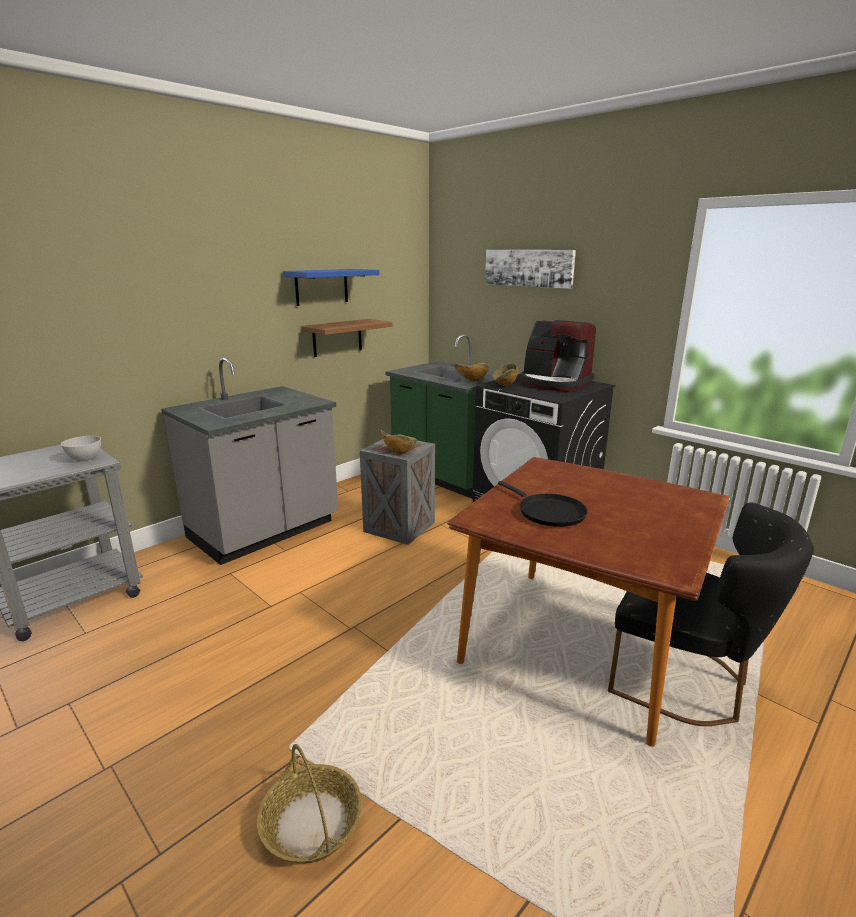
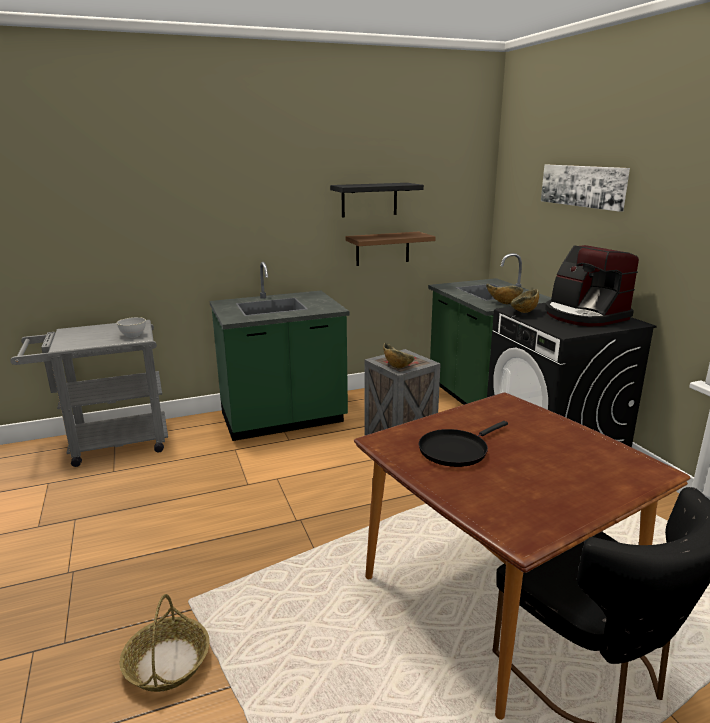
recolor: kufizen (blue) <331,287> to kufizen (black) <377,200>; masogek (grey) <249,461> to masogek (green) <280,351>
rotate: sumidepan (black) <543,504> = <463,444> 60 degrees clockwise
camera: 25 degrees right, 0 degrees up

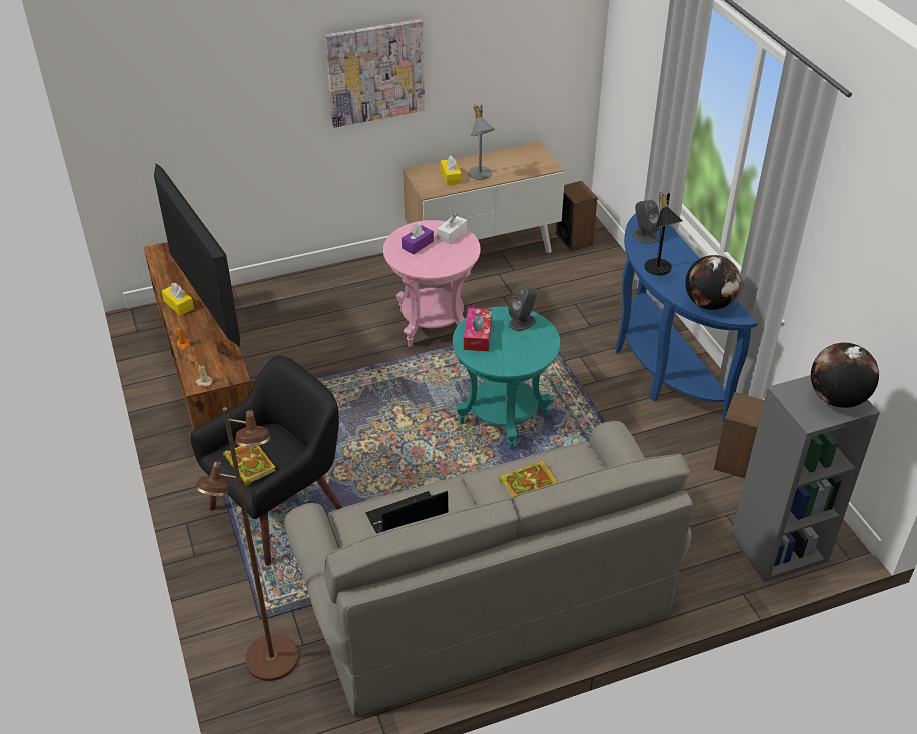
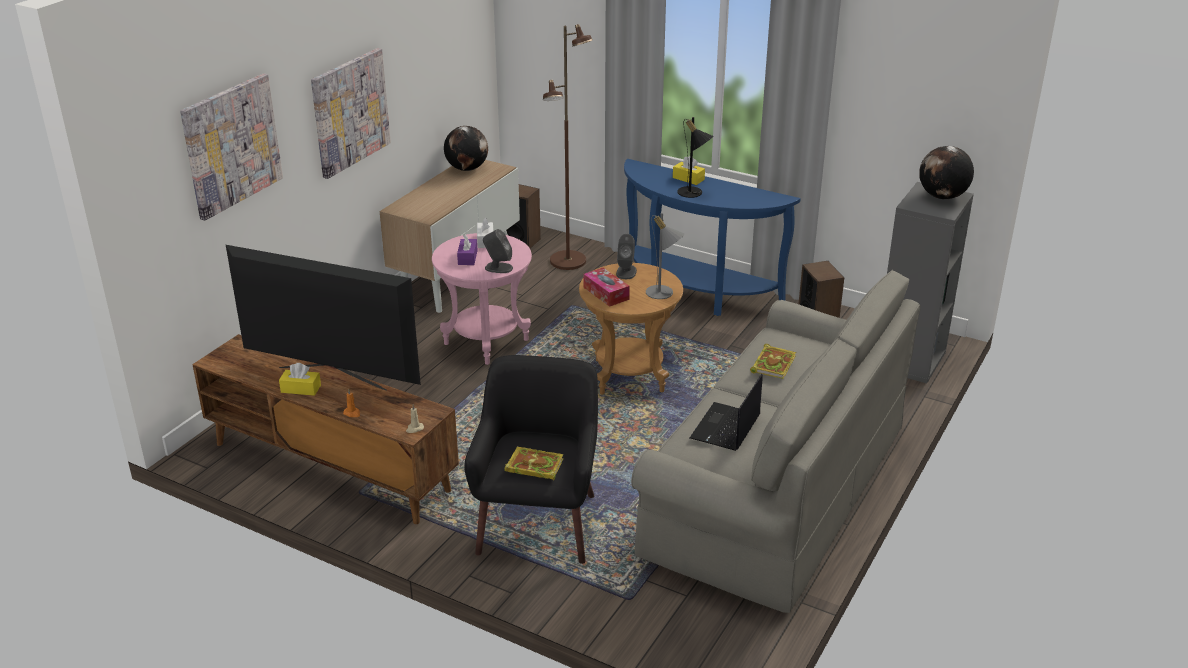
insert: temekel <231,146>
move: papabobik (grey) <482,142> to <665,256>; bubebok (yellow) <451,171> to <689,170>; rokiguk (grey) <646,222> to <498,251>; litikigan <713,282> to <466,148>; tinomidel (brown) <247,544> to <568,147>
recolor: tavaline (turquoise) <506,378> to tavaline (brown) <631,328>
camera: 40 degrees left, 10 degrees down

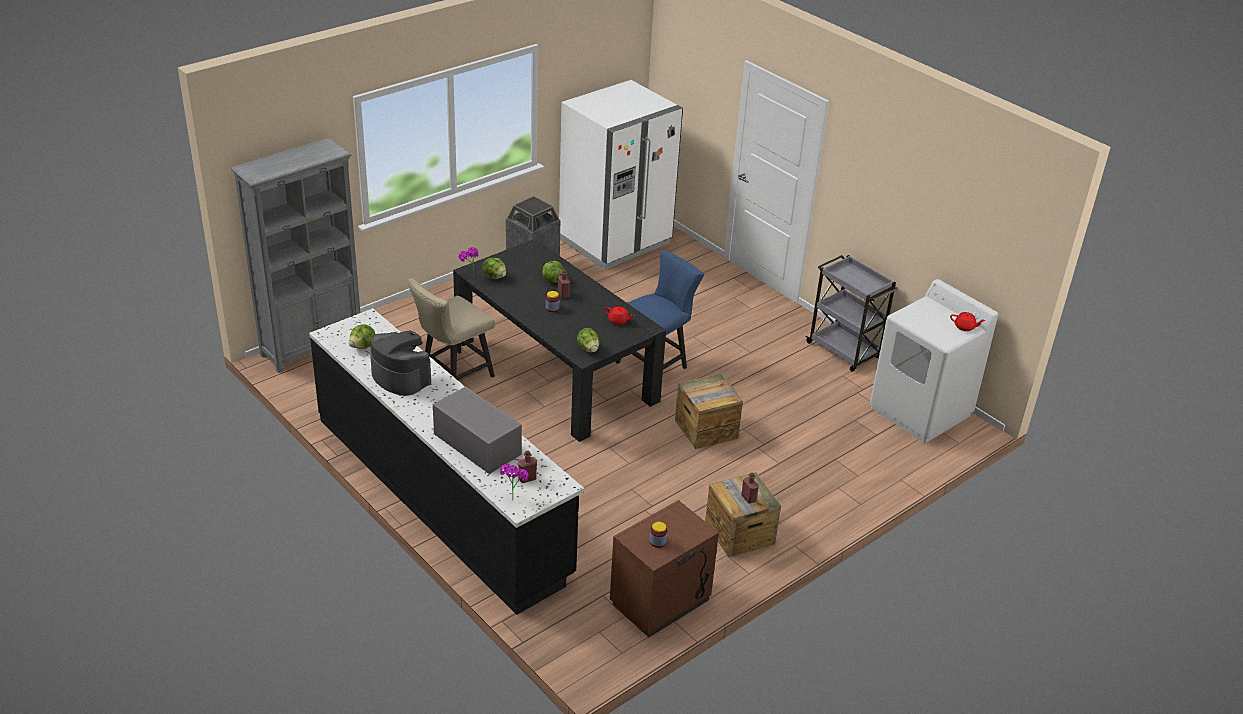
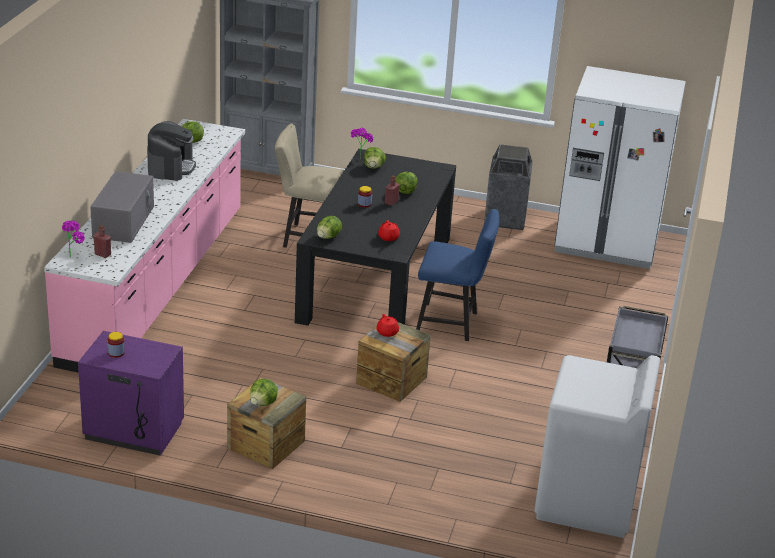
move: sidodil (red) <968,321> to <387,325>
replace: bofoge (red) <750,488> to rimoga <264,392>
recolor: masogek (black) <446,461> to masogek (pink) <144,246>; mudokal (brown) <664,568> to mudokal (purple) <131,393>
camera: 55 degrees right, 5 degrees down

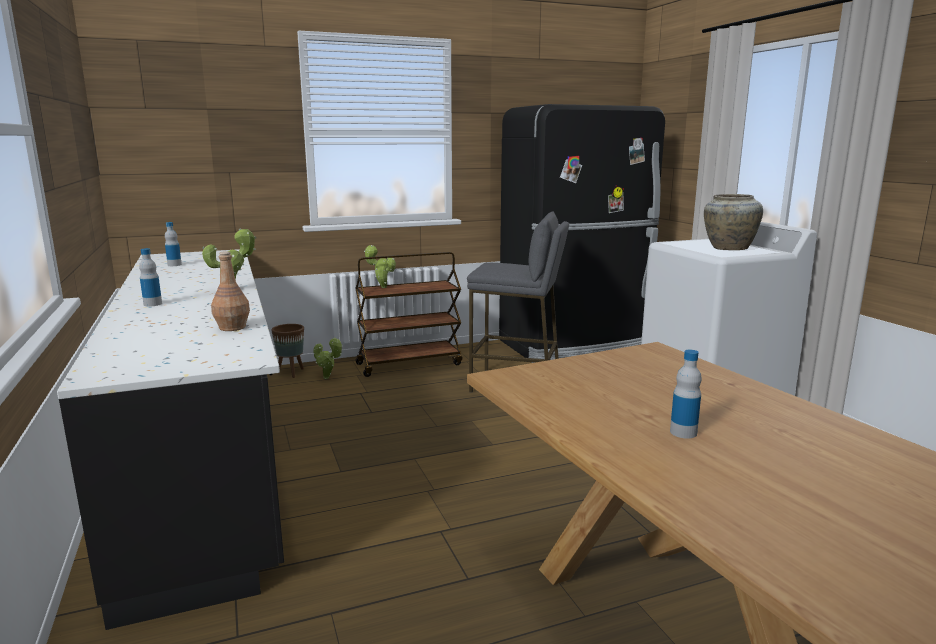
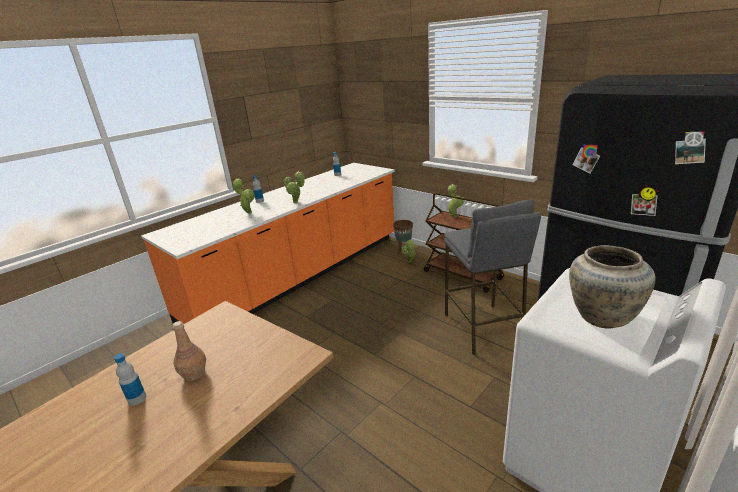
insert: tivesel <244,196>
move: bofoge (brown) <230,291> to <189,351>
recolor: masogek (black) <170,439> to masogek (orange) <268,243>
camera: 65 degrees right, 10 degrees up

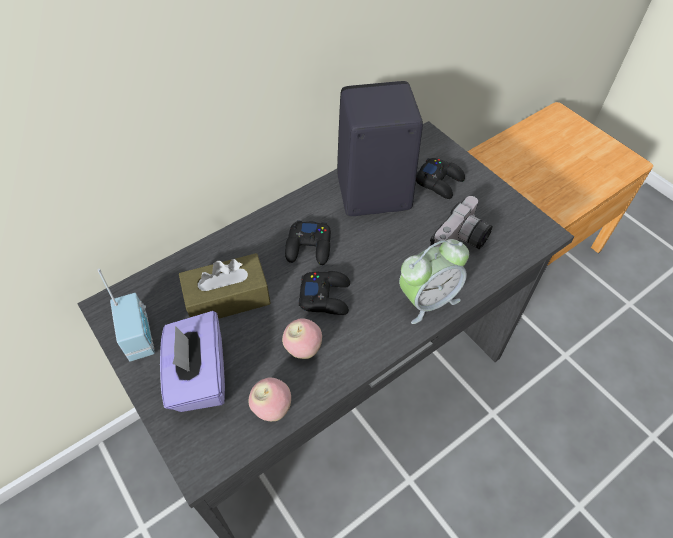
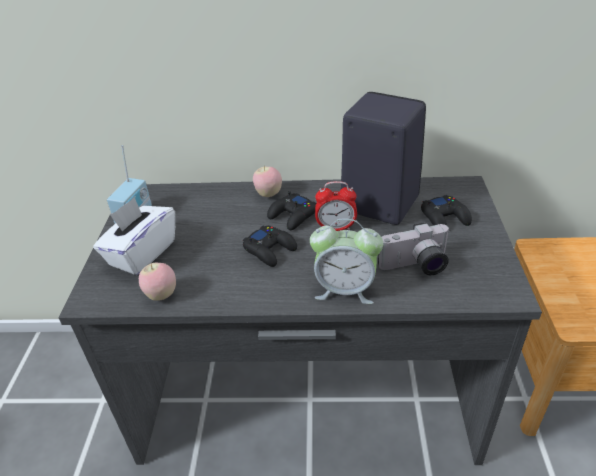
delete: bubebok (brown) <225,286>
insert: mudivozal <336,206>
move: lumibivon <302,338> to <267,181>
recolor: bubebok (purple) <192,361> to bubebok (white) <134,236>
camera: 40 degrees right, 15 degrees down

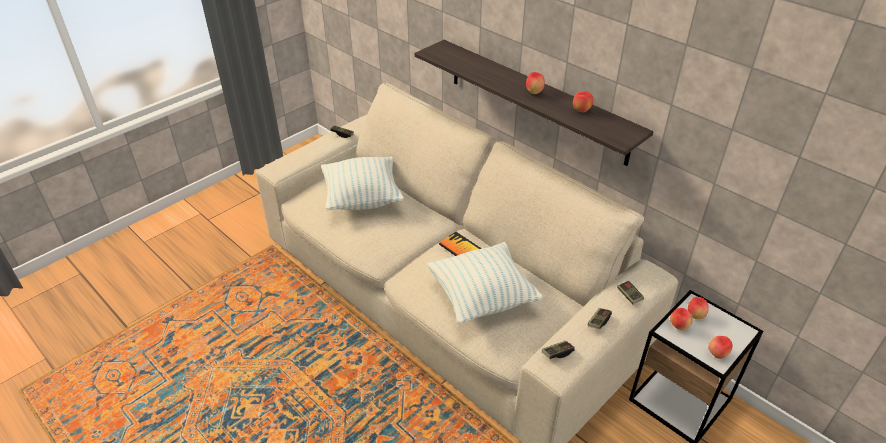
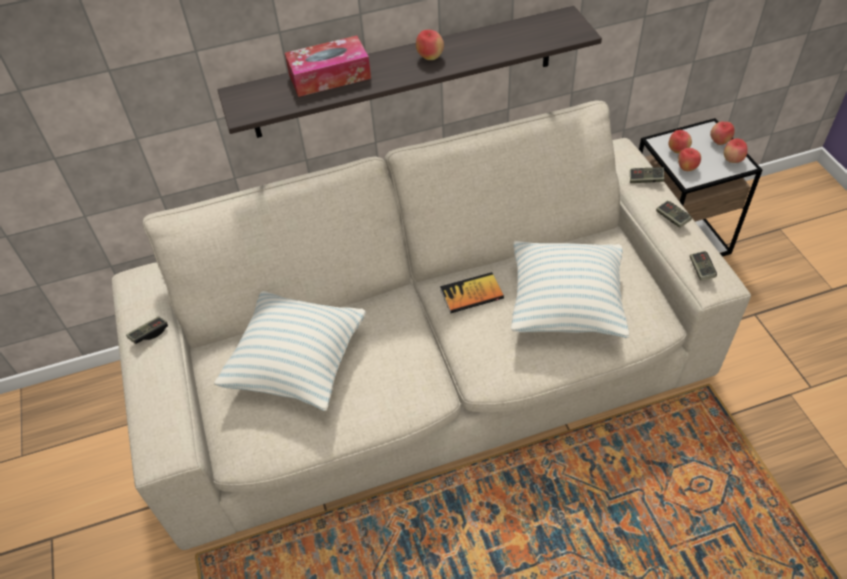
insert: bubebok <328,66>
move: lumibivon <583,101> to <722,133>
camera: 60 degrees left, 10 degrees up

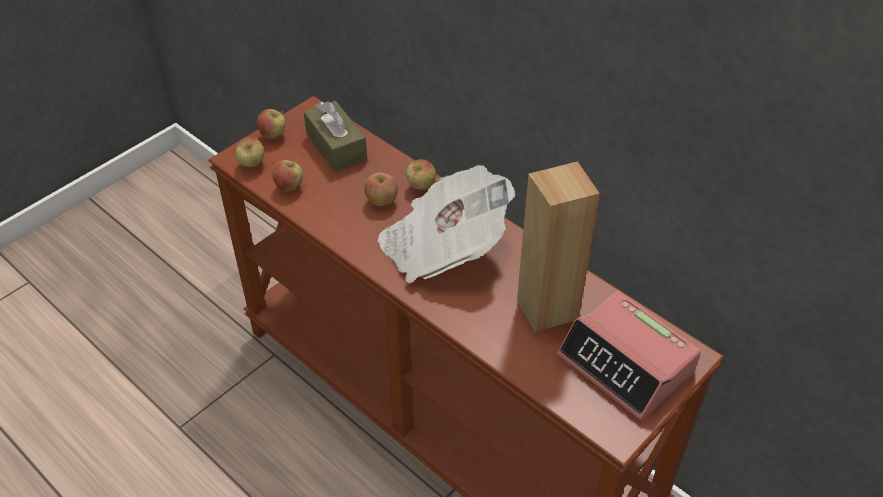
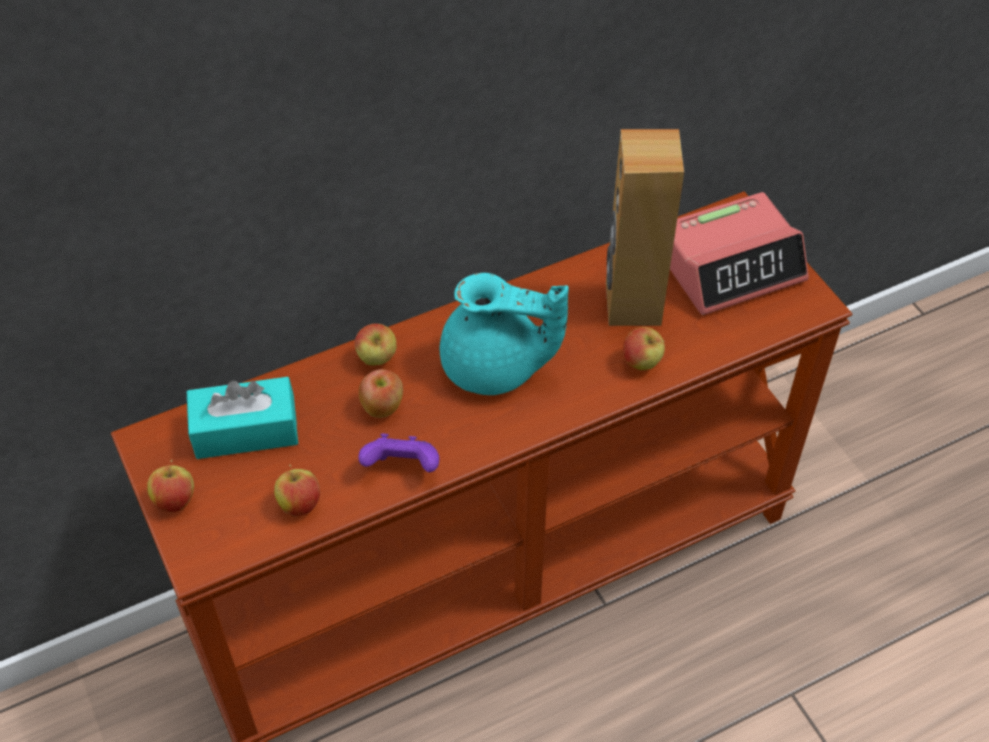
insert: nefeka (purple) <398,453>
move: lumibivon <249,152> to <644,348>
replace: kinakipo <446,224> to sidodil (turquoise) <504,334>
recolor: bubebok (brown) <335,136> to bubebok (turquoise) <242,418>
camera: 70 degrees left, 5 degrees up

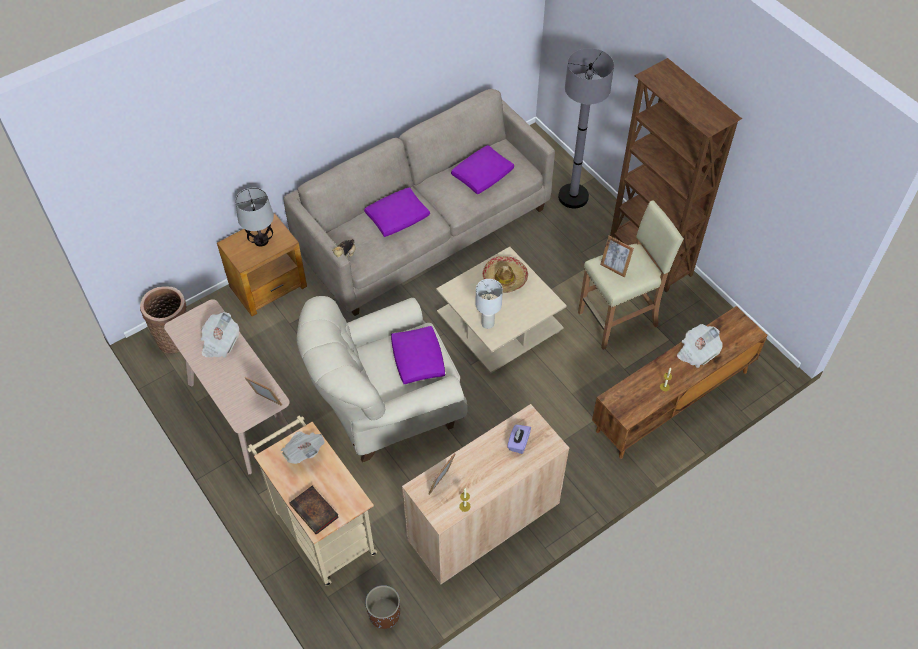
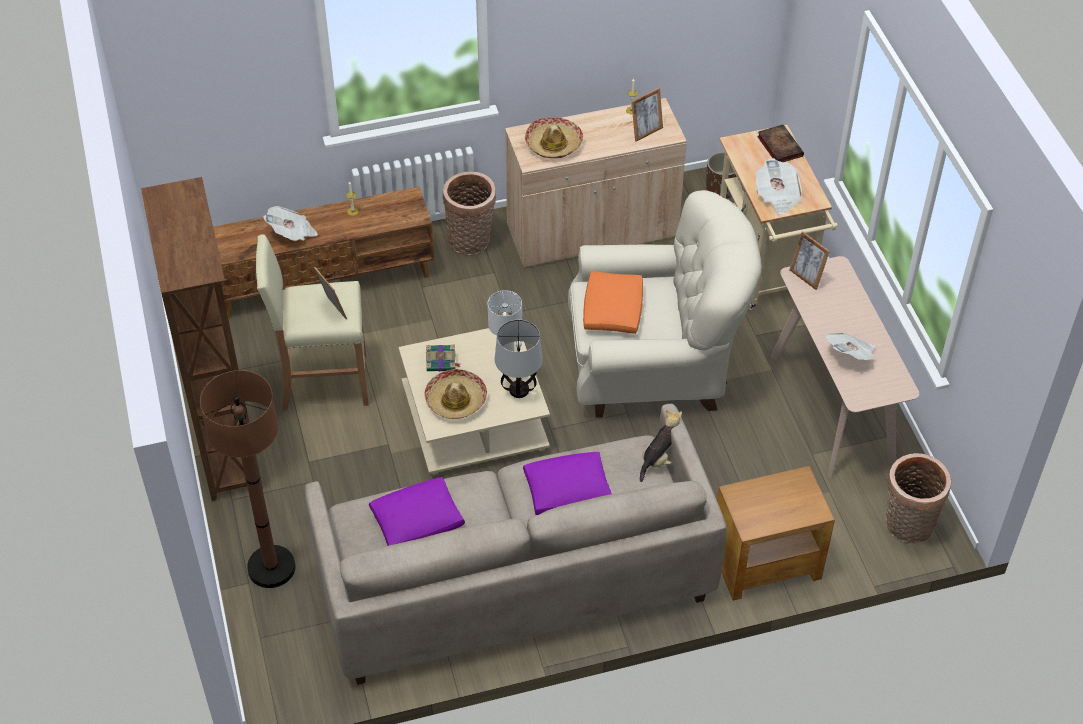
insert: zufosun <469,213>; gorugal <443,358>
move: papabobik <254,217> to <519,359>
replace: bubebok (purple) <519,439> to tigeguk <554,137>
recolor: tinomidel (grey) <586,128> to tinomidel (brown) <248,479>; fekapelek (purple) <418,355> to fekapelek (orange) <613,302>
camera: 160 degrees left, 5 degrees down

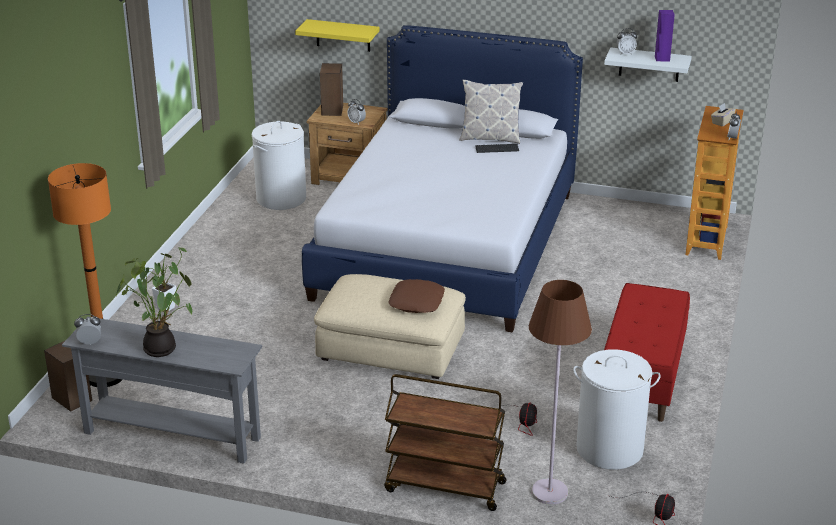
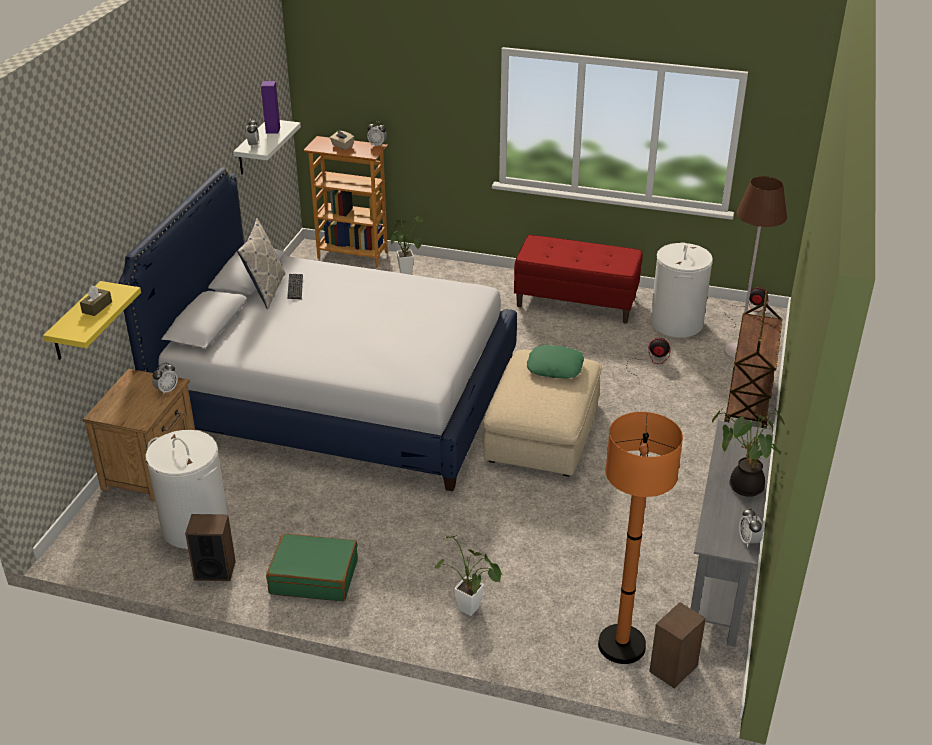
insert: tivesel <406,245>; bubebok (brown) <96,301>; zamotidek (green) <312,567>
move: rokiguk <331,89> to <210,547>
recolor: fekapelek (brown) <416,296> to fekapelek (green) <555,362>
camera: 90 degrees left, 5 degrees up

